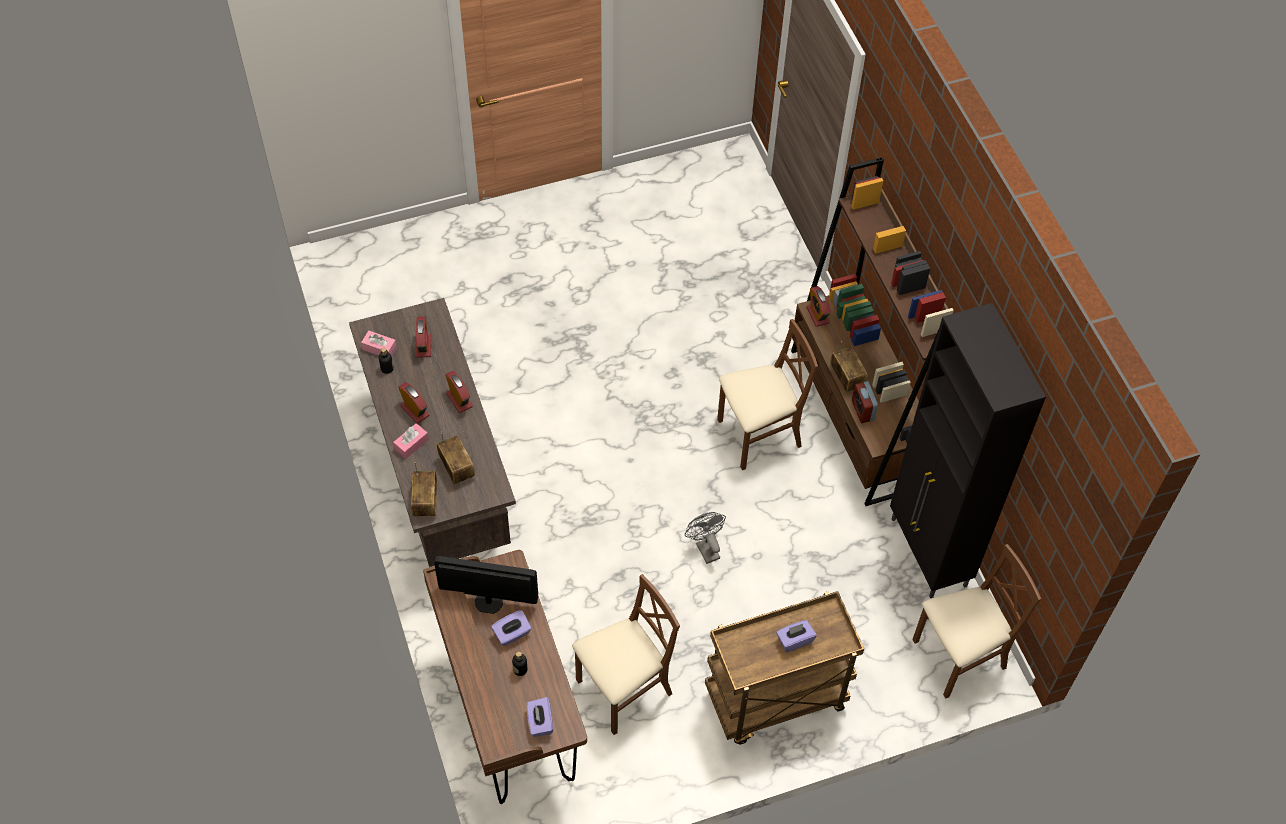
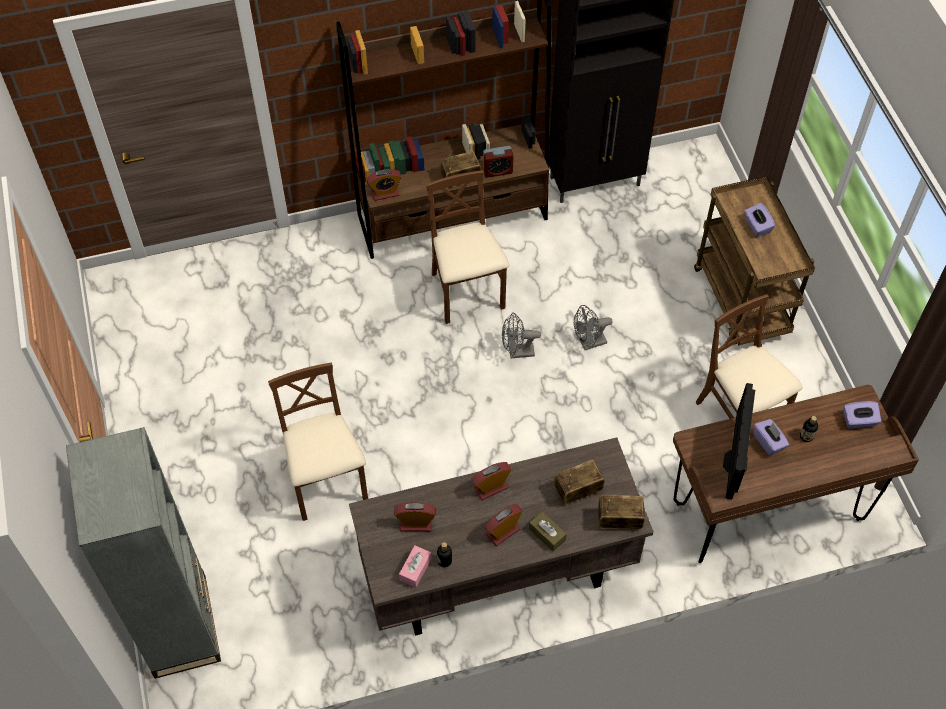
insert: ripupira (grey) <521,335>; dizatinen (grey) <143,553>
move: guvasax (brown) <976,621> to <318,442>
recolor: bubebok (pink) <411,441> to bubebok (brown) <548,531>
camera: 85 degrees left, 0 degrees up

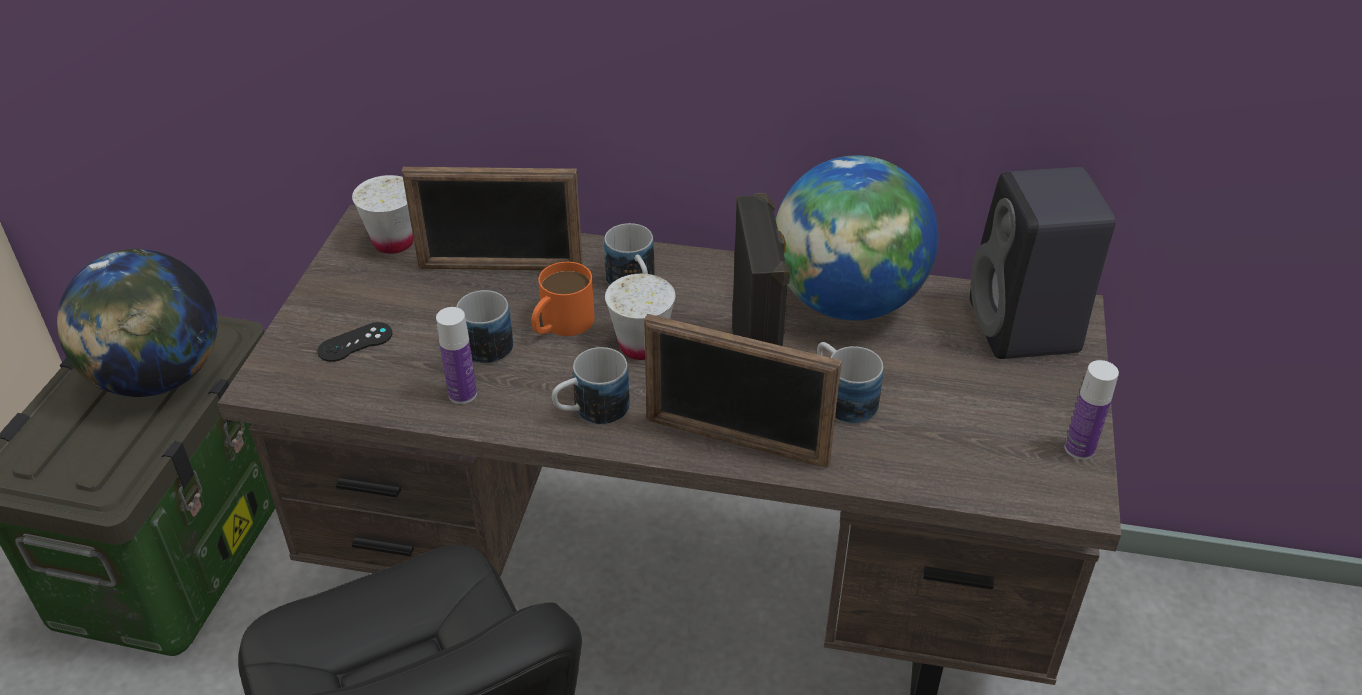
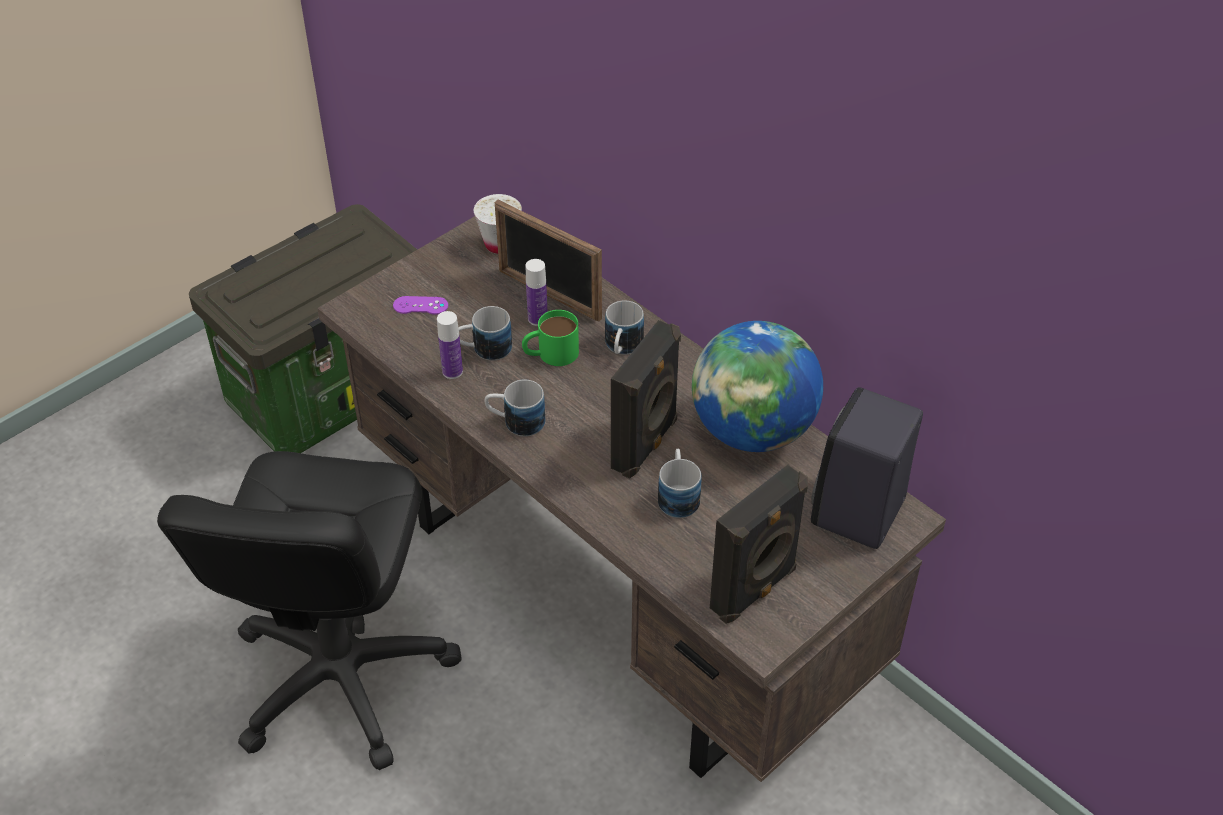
delete: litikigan <137,322>; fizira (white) <640,317>; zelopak <743,391>
insert: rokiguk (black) <759,544>
move: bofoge <1091,410> to <537,292>
recolor: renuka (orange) <563,299> to renuka (green) <550,338>; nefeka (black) <354,342> to nefeka (purple) <420,305>
camera: 35 degrees right, 5 degrees up

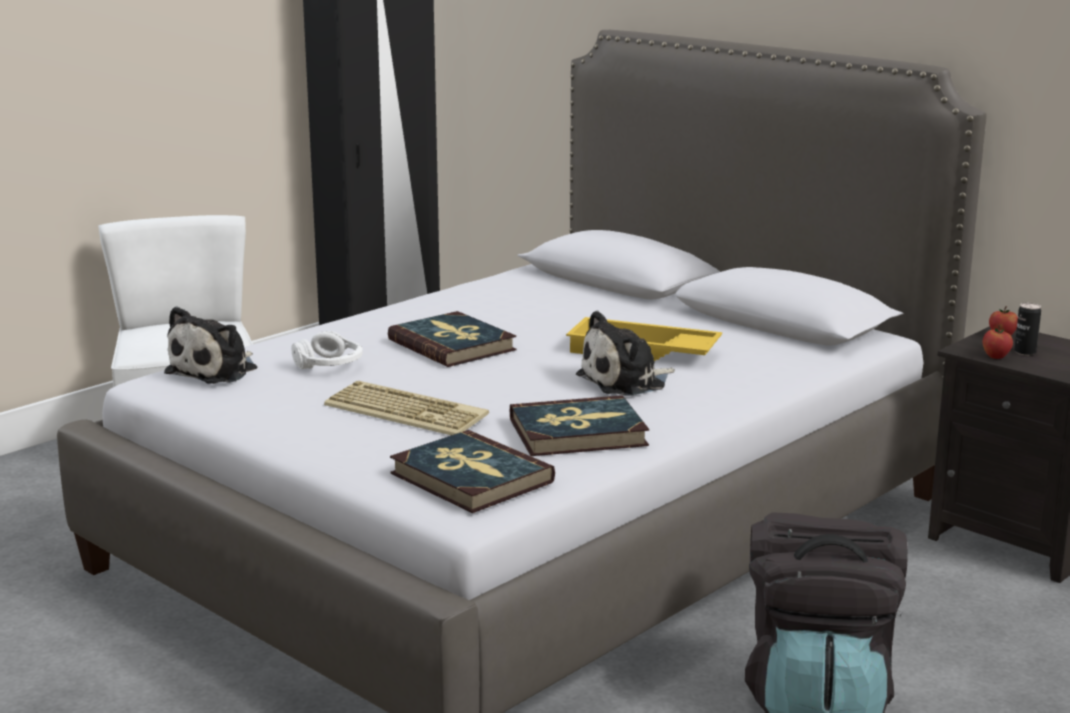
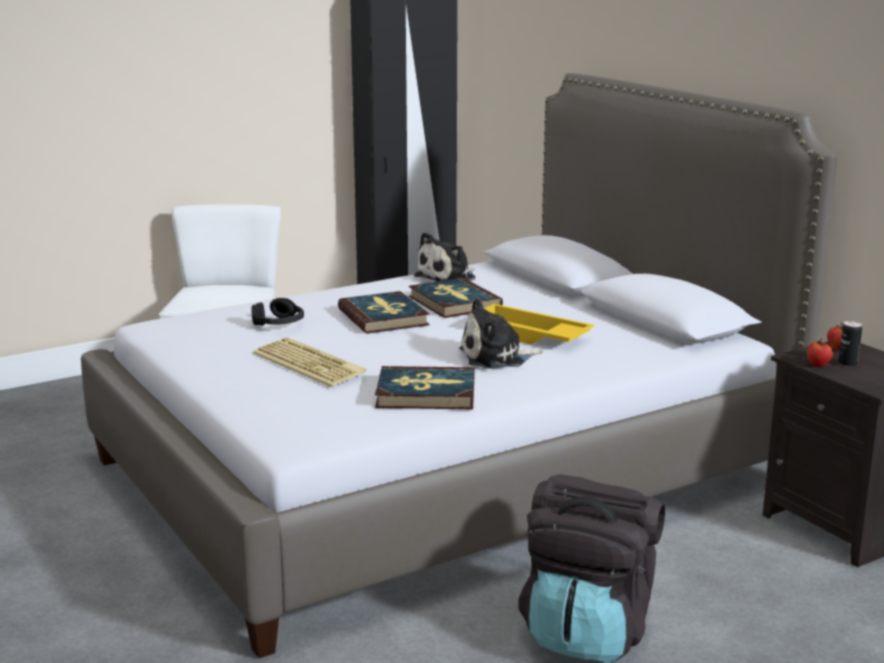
move: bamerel <210,345> to <445,257>; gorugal <472,471> to <456,298>
recolor: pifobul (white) <327,350> to pifobul (black) <277,312>
camera: 15 degrees right, 0 degrees up

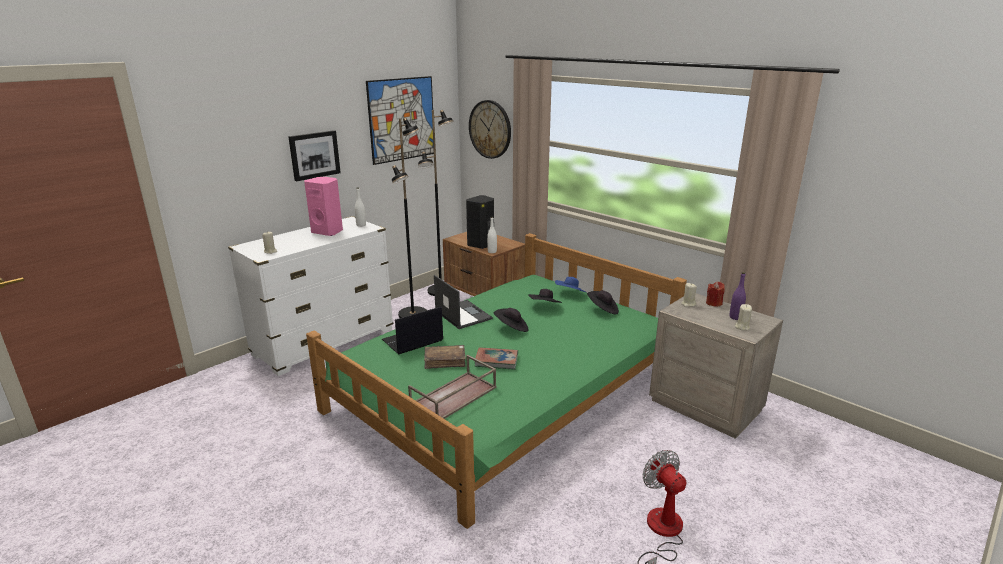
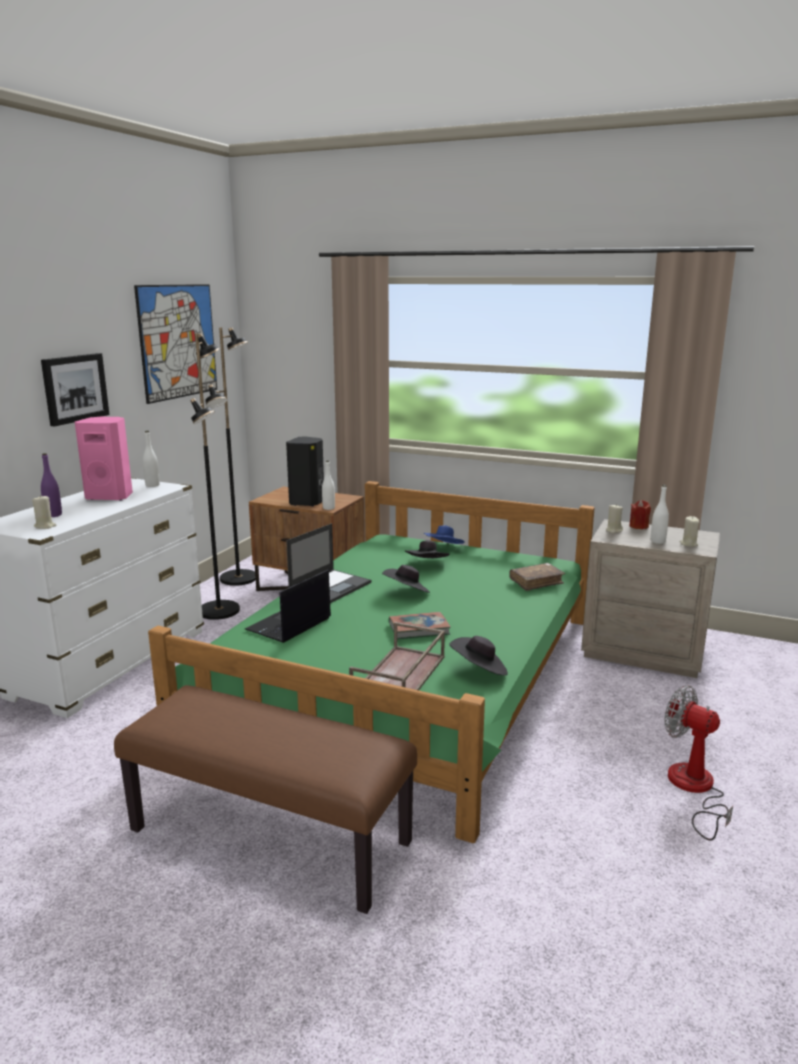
delete: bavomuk <490,129>
insert: bofoge (white) <660,514>; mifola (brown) <265,799>
move: bofoge (purple) <738,296> to <51,485>; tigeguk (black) <603,302> to <478,655>; gorugal (brown) <445,357> to <537,577>
rotate: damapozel <463,302> = <328,563> 90 degrees clockwise
camera: 20 degrees left, 5 degrees down

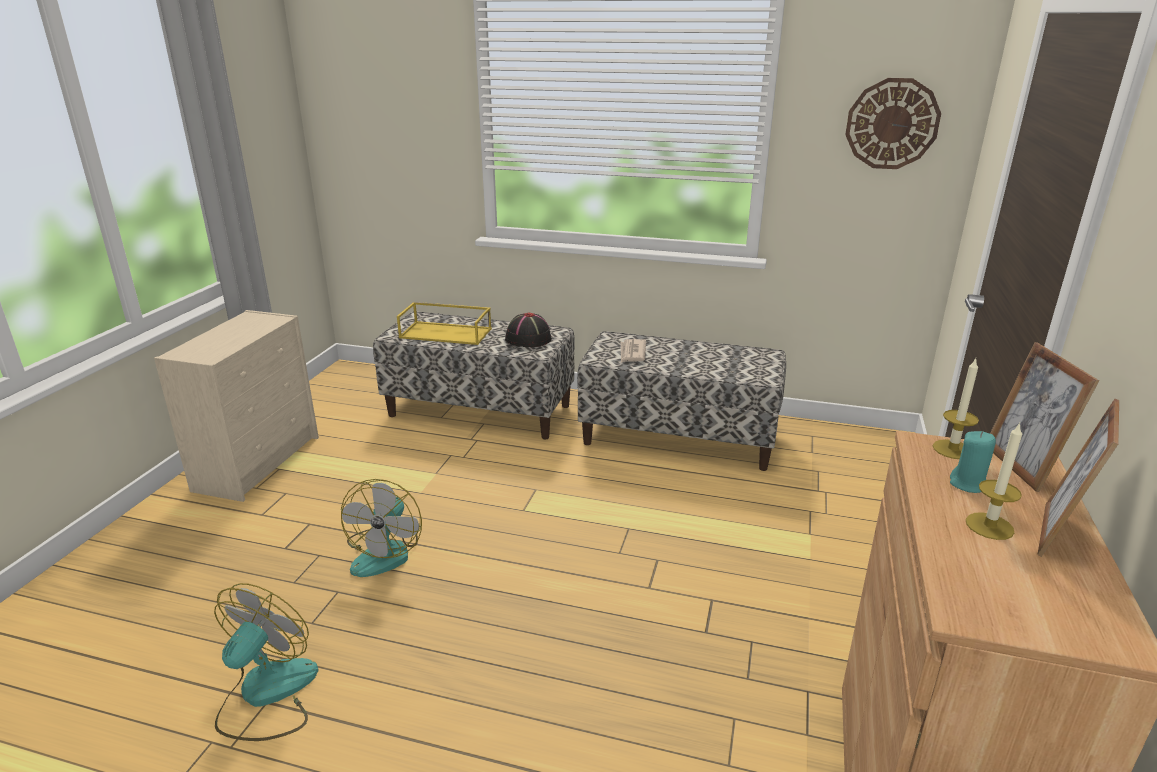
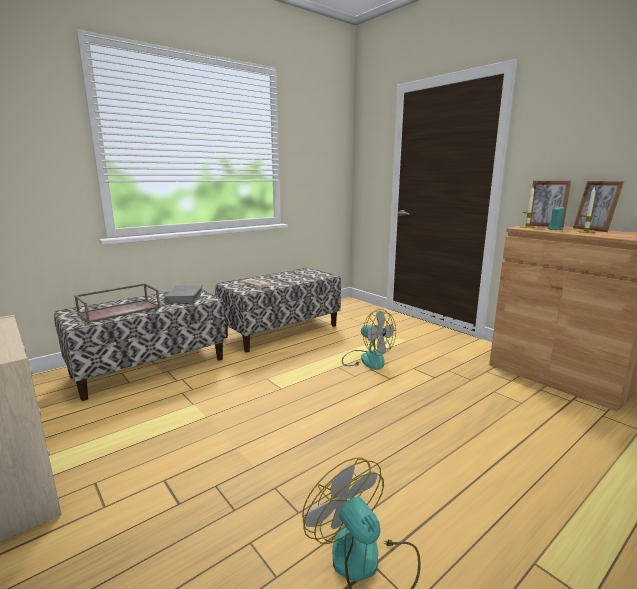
delete: bavomuk <893,123>
move: ripupira <381,528> to <369,339>
replace: tigeguk (black) <528,330> to gorugal (grey) <184,294>
recolor: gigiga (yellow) <444,323> to gigiga (brown) <117,303>
camera: 55 degrees left, 10 degrees down

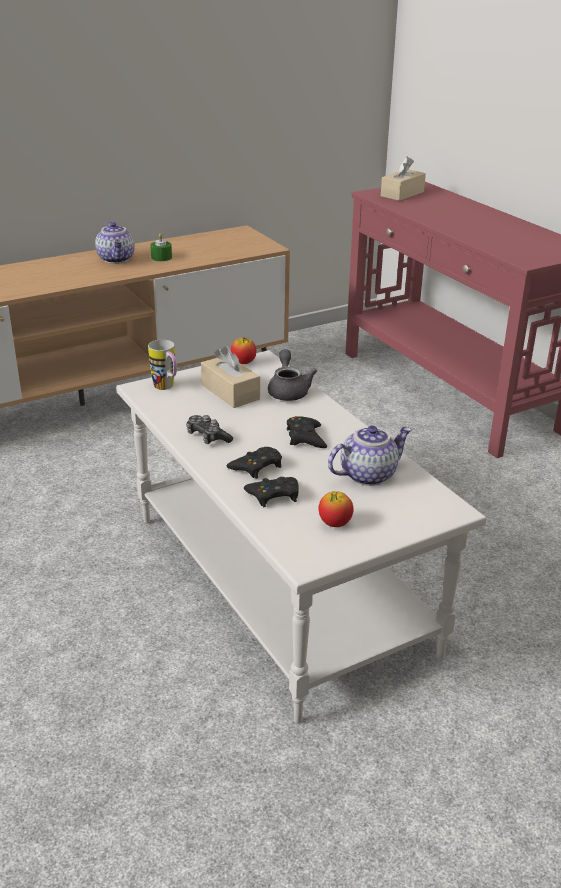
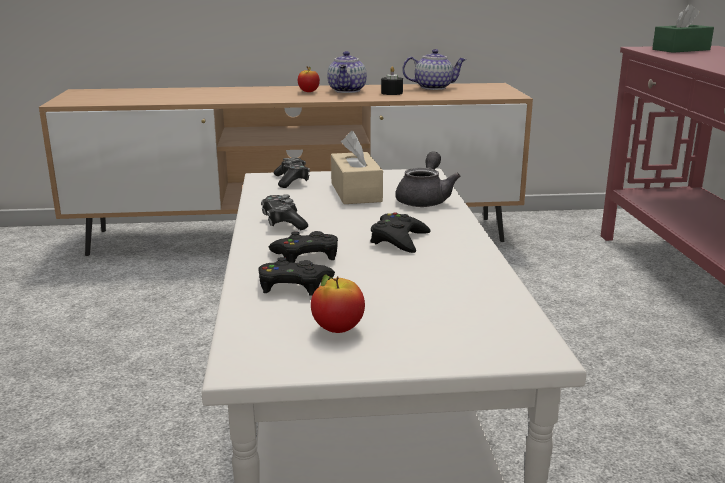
move: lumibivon <243,350> to <309,79>; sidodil <370,456> to <434,69>
replace: renuka <162,365> to nefeka <291,173>
recolor: bubebok (beige) <403,178> to bubebok (green) <683,28>; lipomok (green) <161,247> to lipomok (black) <392,80>
camera: 25 degrees right, 10 degrees down

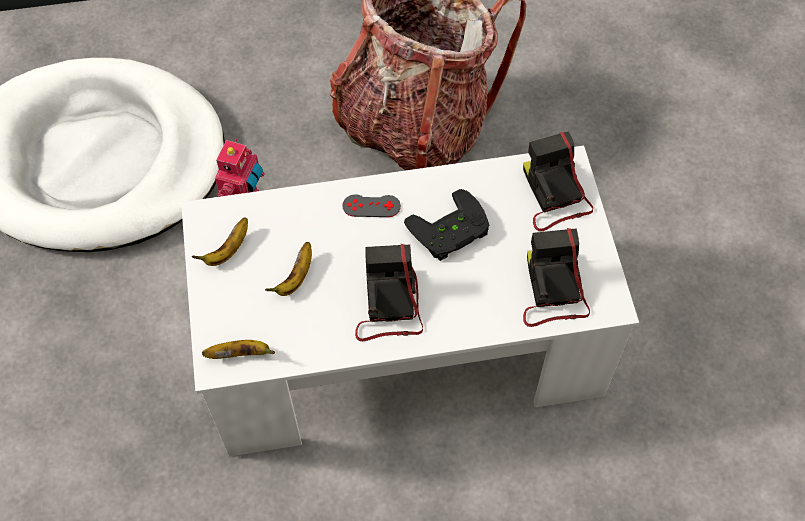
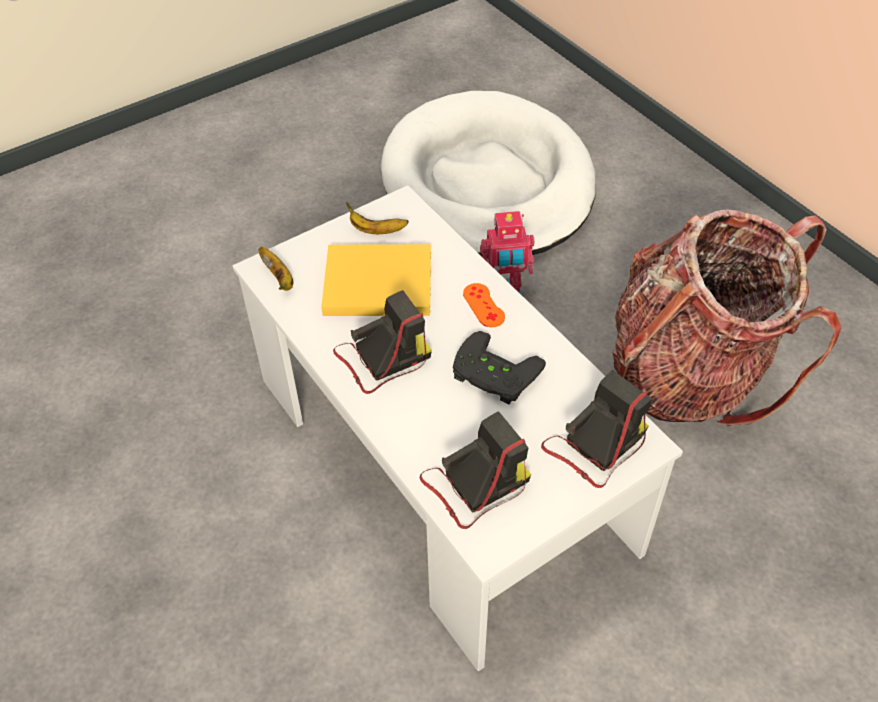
replace: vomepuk <288,269> to gorugal (yellow) <376,280>
recolor: nefeka (grey) <371,205> to nefeka (orange) <484,305>
camera: 65 degrees right, 10 degrees down

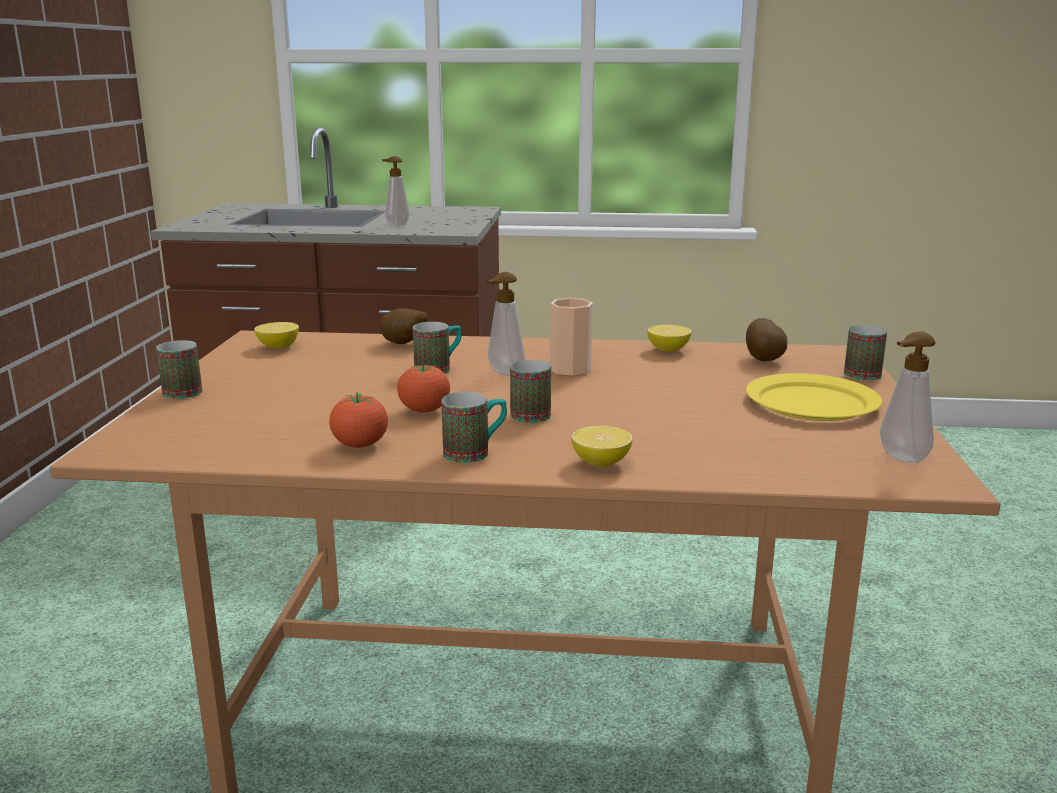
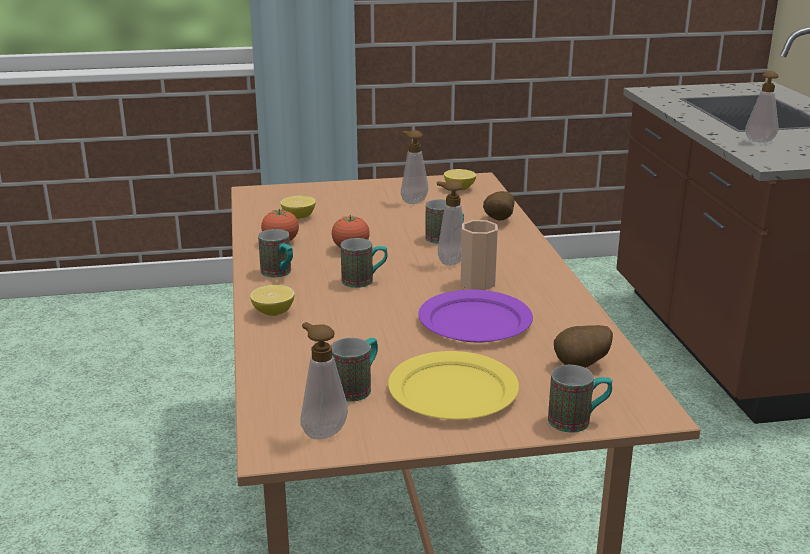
insert: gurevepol <414,167>; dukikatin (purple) <475,316>
move: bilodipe <669,338> to <298,207>; renuka <179,369> to <354,370>
camera: 75 degrees right, 5 degrees up

